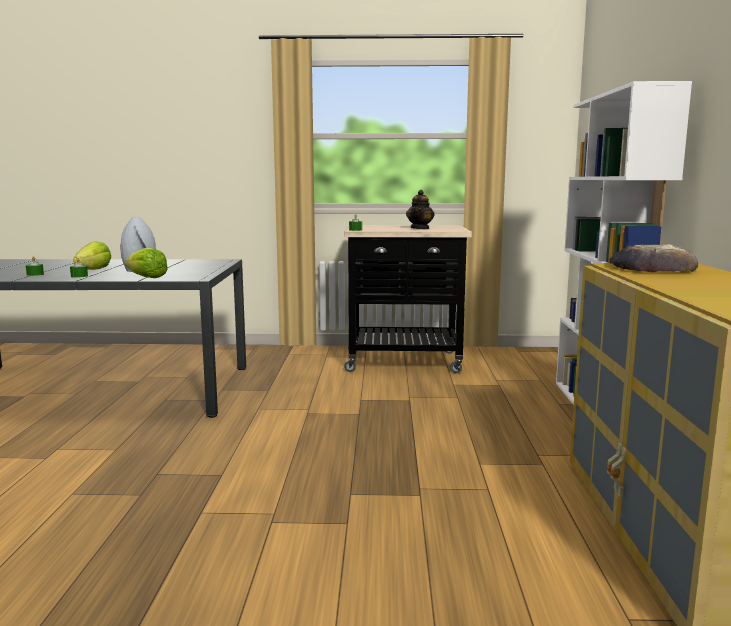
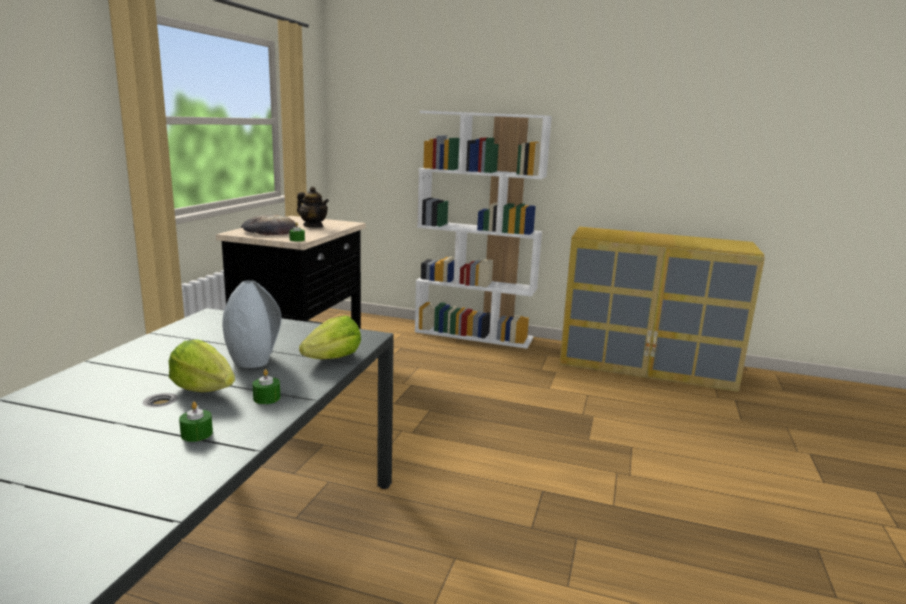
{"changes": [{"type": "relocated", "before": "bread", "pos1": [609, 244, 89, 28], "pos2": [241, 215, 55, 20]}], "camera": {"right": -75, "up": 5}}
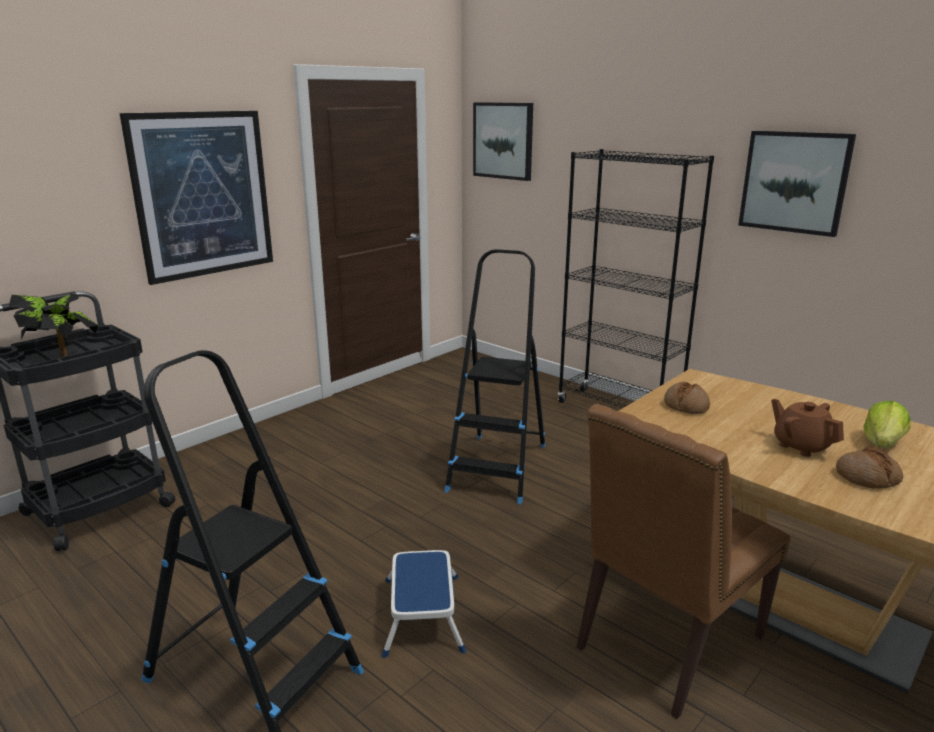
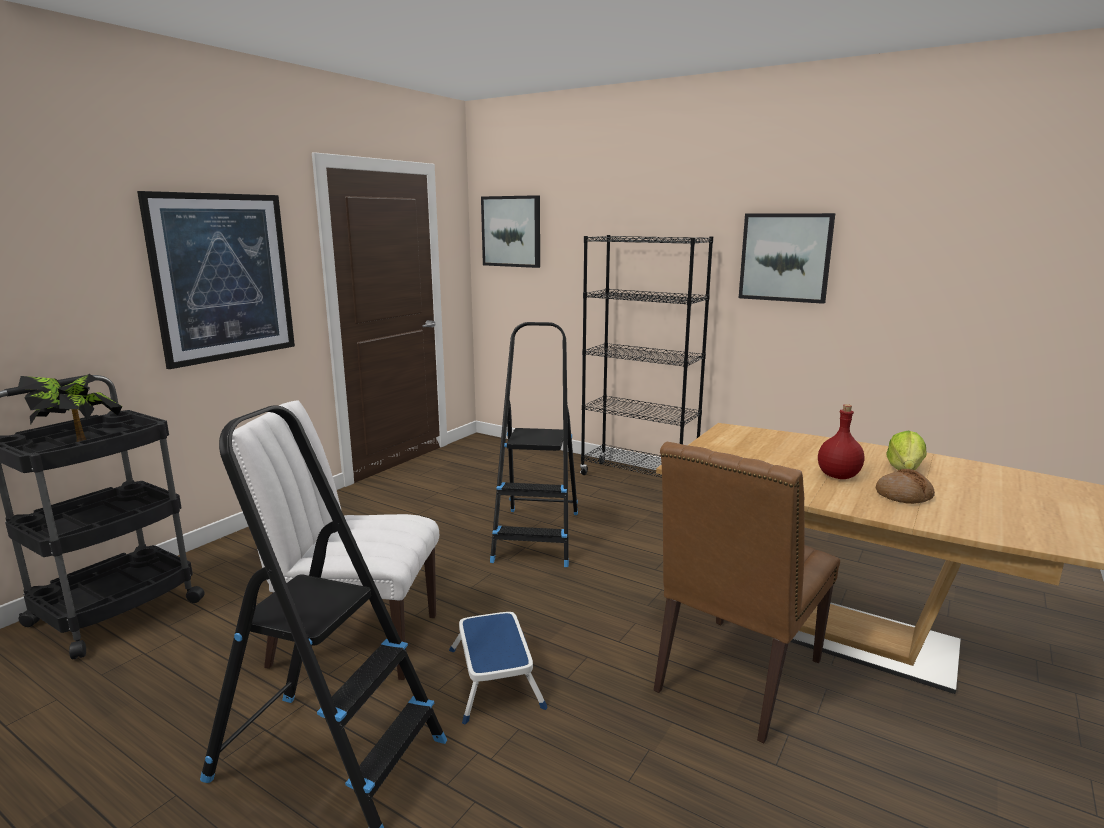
{"changes": [{"type": "missing", "before": "bread", "pos1": [664, 382, 46, 32]}, {"type": "appeared", "after": "white_chair", "pos2": [232, 400, 207, 280]}, {"type": "exchanged", "before": "brown_teapot", "after": "red_bottle", "pos1": [771, 399, 73, 58], "pos2": [818, 404, 46, 75]}], "camera": {"right": -10, "up": -5}}
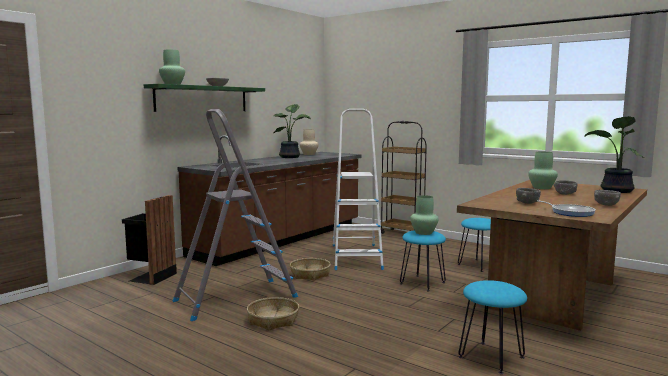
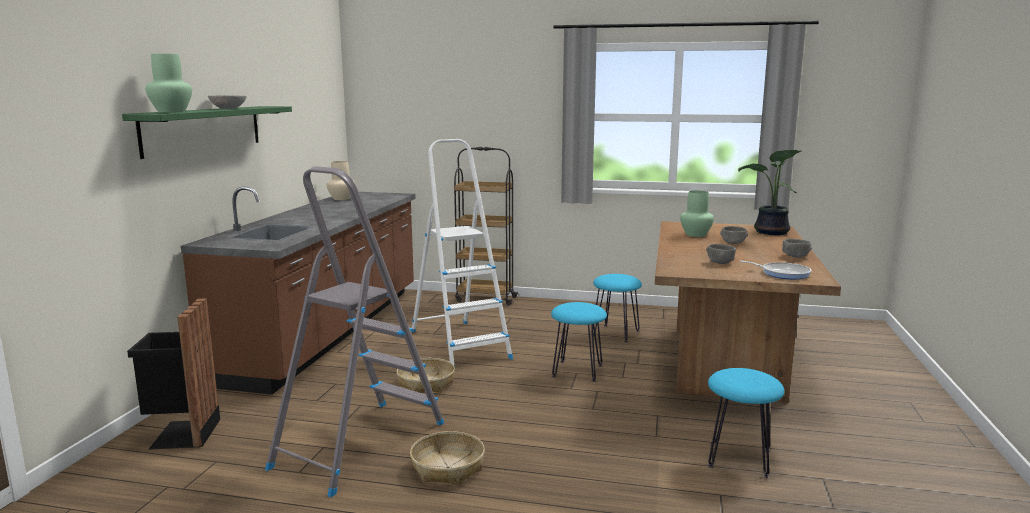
{"changes": [{"type": "missing", "before": "potted_plant", "pos1": [273, 104, 38, 54]}, {"type": "missing", "before": "green_vase", "pos1": [410, 195, 29, 40]}], "camera": {"right": -25, "up": 5}}
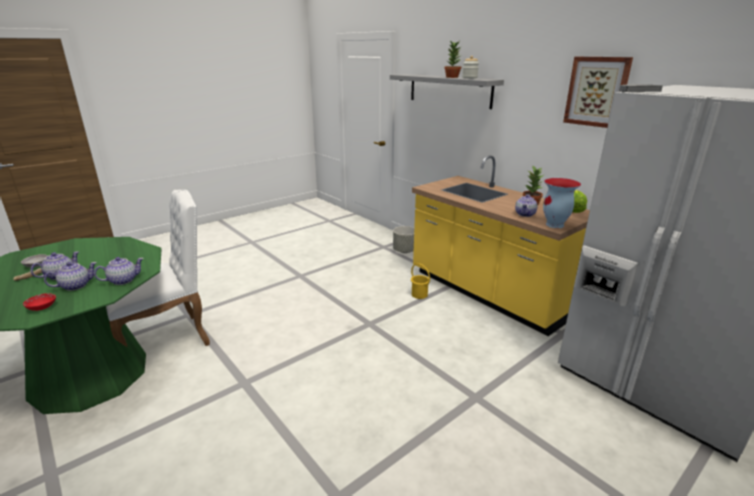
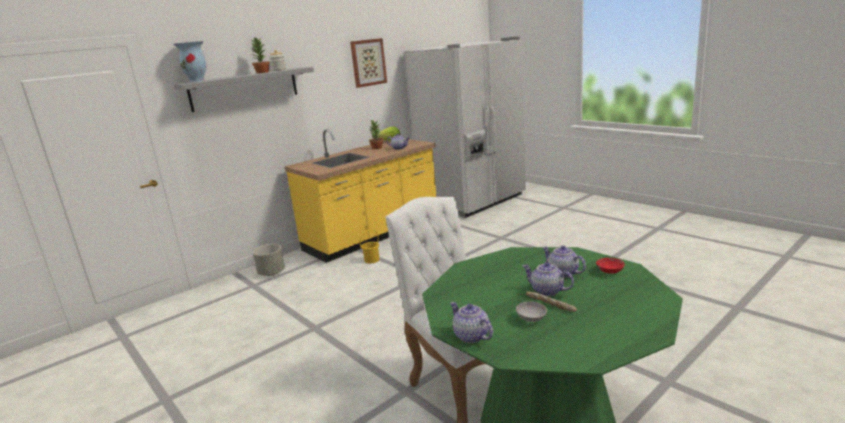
{"changes": [{"type": "relocated", "before": "teapot", "pos1": [94, 257, 50, 28], "pos2": [450, 302, 43, 41]}, {"type": "relocated", "before": "vase", "pos1": [543, 178, 38, 50], "pos2": [173, 41, 33, 42]}], "camera": {"right": -90, "up": -5}}
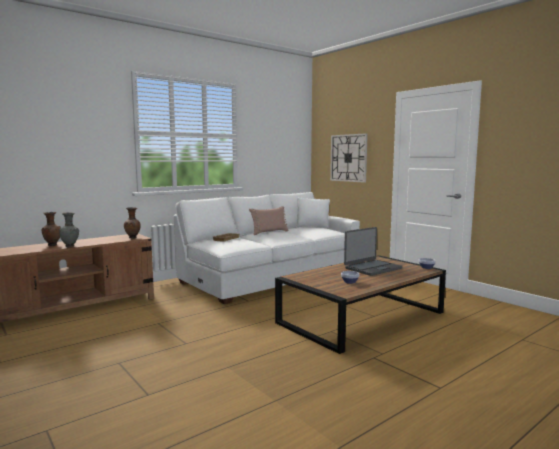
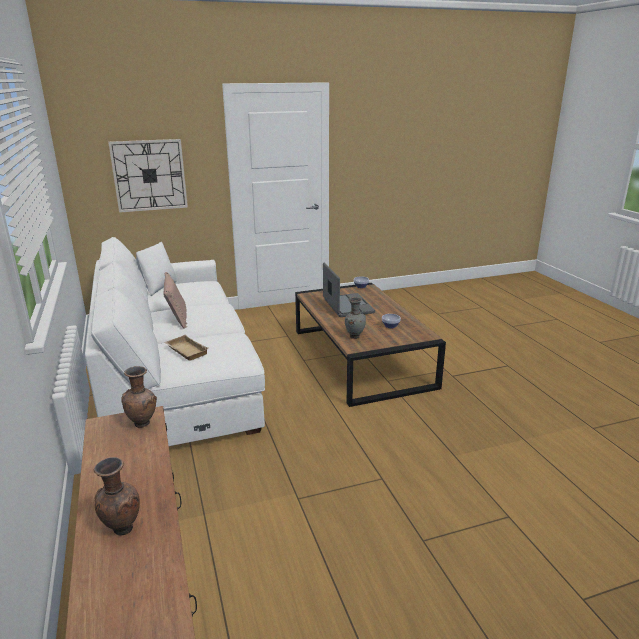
{"changes": [{"type": "relocated", "before": "grey_vase", "pos1": [59, 213, 20, 34], "pos2": [345, 297, 21, 42]}], "camera": {"right": -70, "up": 15}}
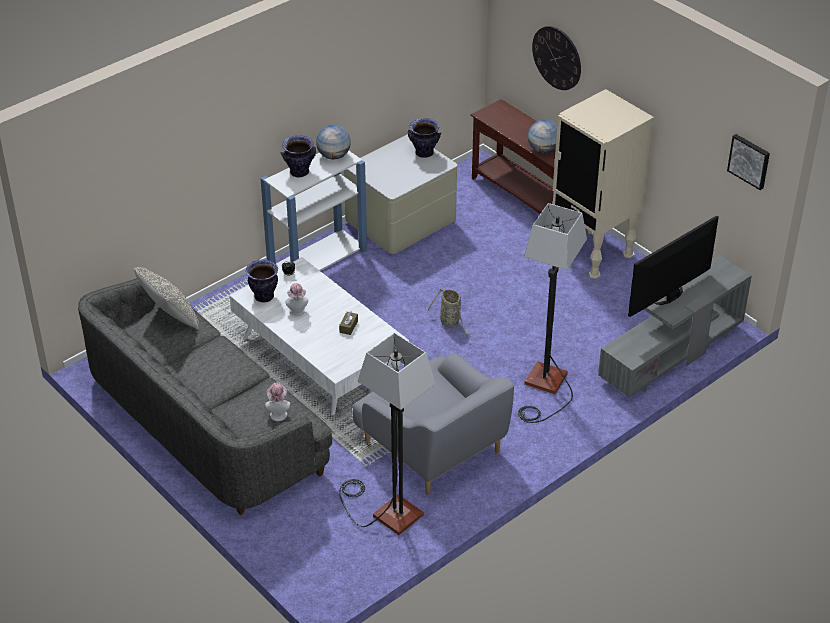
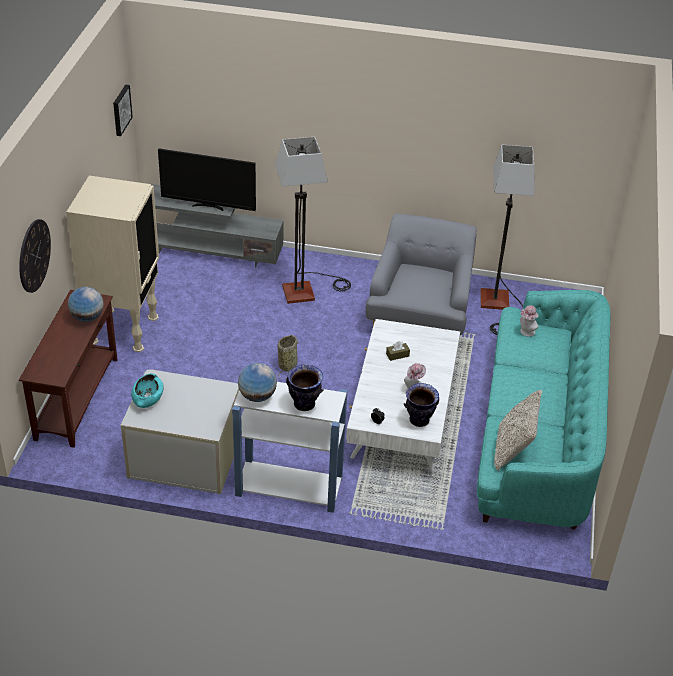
{"changes": [{"type": "exchanged", "before": "vase", "after": "turquoise_bowl", "pos1": [408, 118, 33, 40], "pos2": [131, 373, 33, 35]}, {"type": "colour", "before": "grey_sofa", "after": "turquoise_sofa", "pos1": [78, 278, 254, 237], "pos2": [477, 290, 133, 240]}], "camera": {"right": -130, "up": 0}}
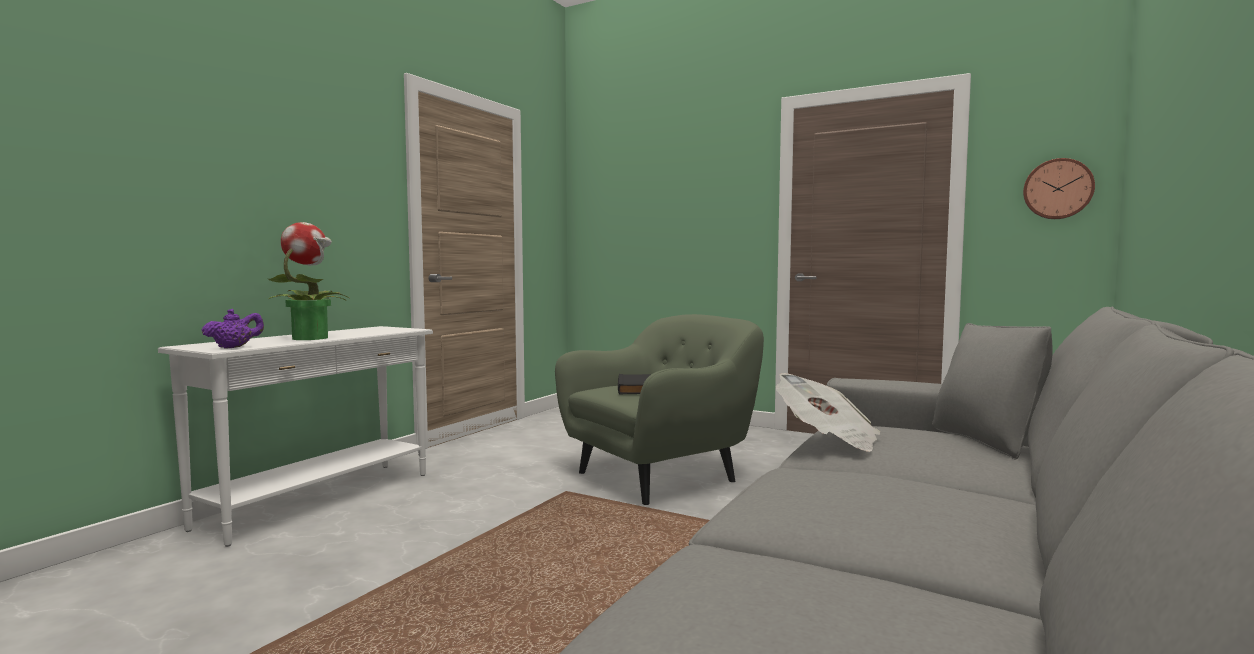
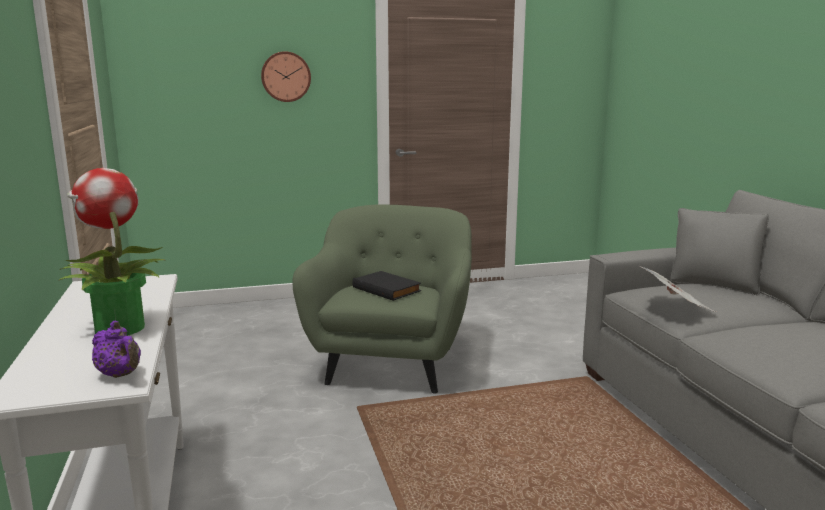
{"changes": [{"type": "relocated", "before": "wall_clock", "pos1": [1023, 158, 72, 61], "pos2": [261, 51, 50, 51]}, {"type": "spun", "before": "purple_teapot", "pos1": [202, 309, 62, 40], "pos2": [92, 321, 49, 57], "turn": 135}], "camera": {"right": -45, "up": 10}}
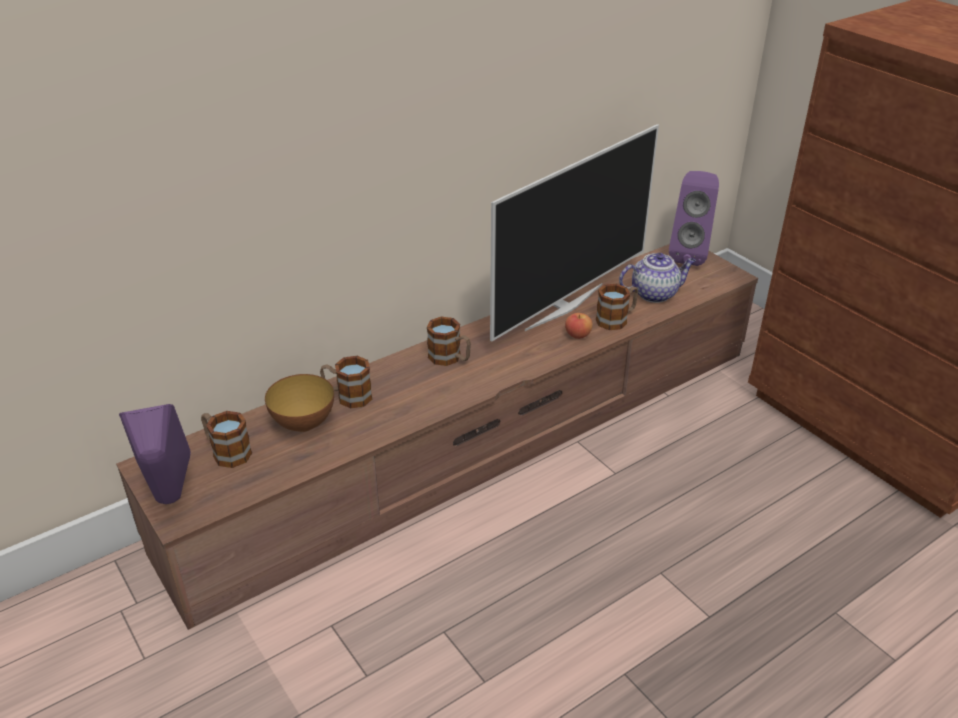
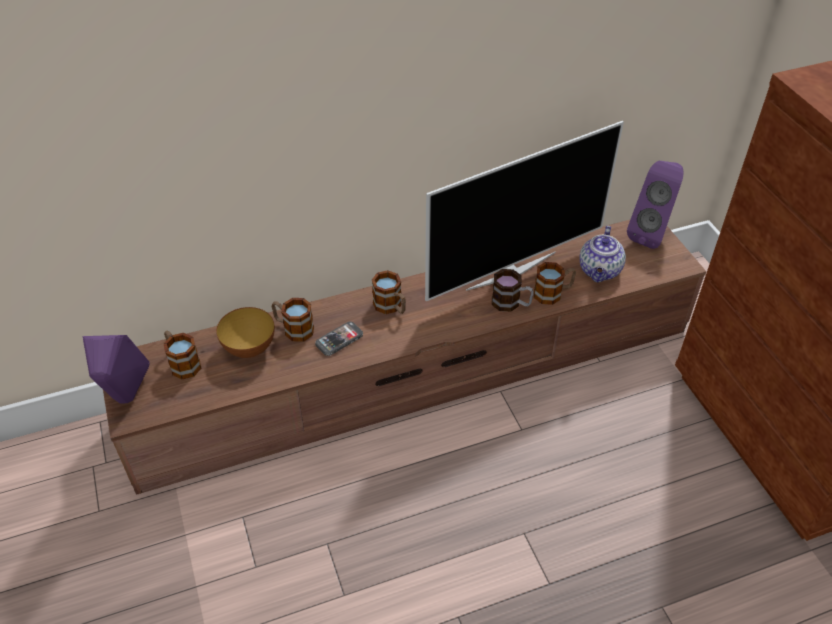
{"changes": [{"type": "appeared", "after": "phone", "pos2": [315, 322, 48, 34]}, {"type": "exchanged", "before": "apple", "after": "mug", "pos1": [565, 313, 28, 26], "pos2": [492, 269, 42, 43]}, {"type": "spun", "before": "teapot", "pos1": [619, 253, 77, 50], "pos2": [579, 226, 47, 56], "turn": 105}], "camera": {"right": 15, "up": 10}}
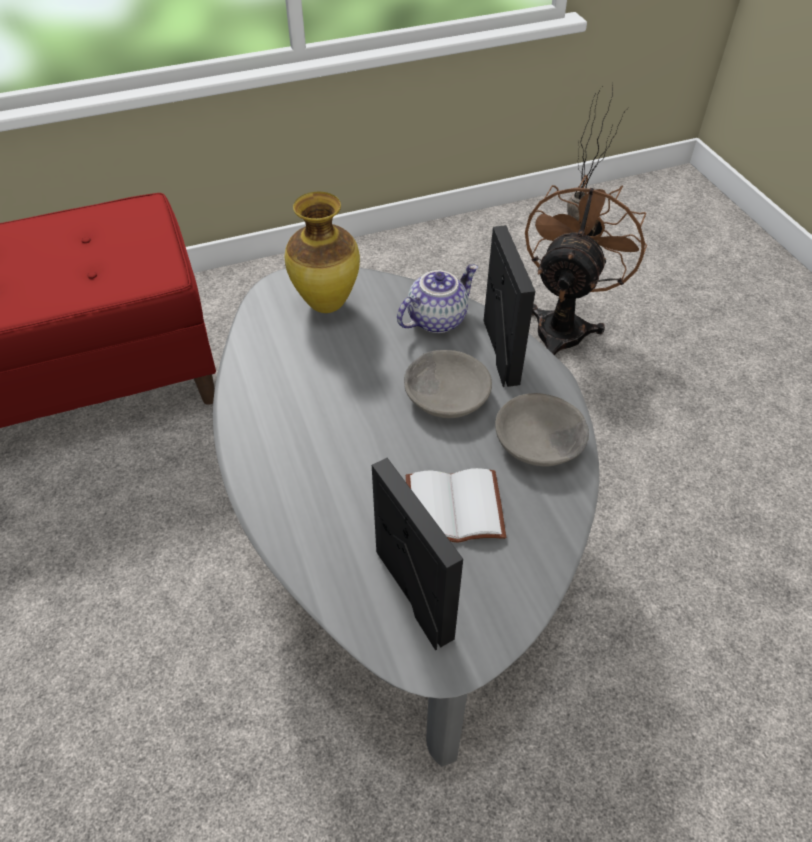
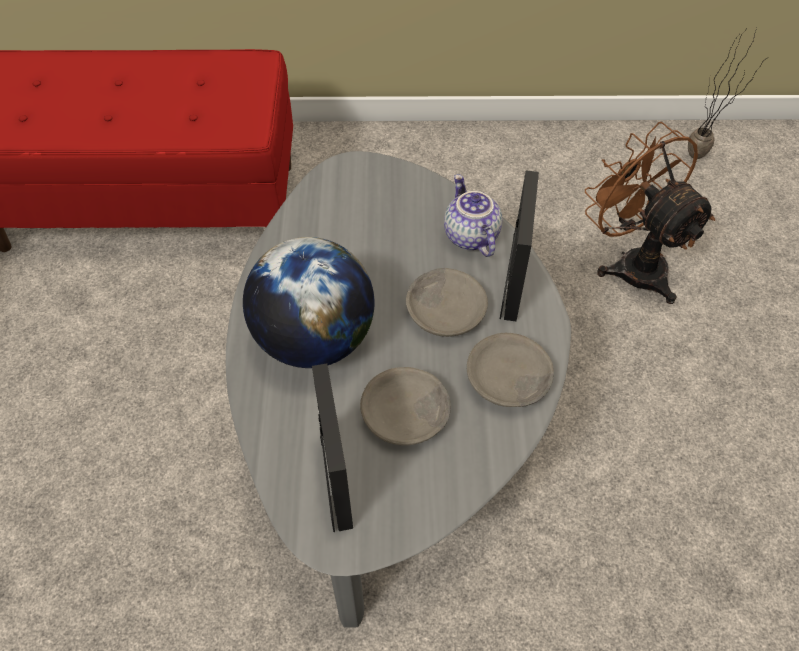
{"changes": [{"type": "missing", "before": "vase", "pos1": [285, 192, 75, 121]}, {"type": "appeared", "after": "globe", "pos2": [243, 237, 131, 131]}, {"type": "exchanged", "before": "white_book", "after": "grey_bowl", "pos1": [406, 468, 100, 74], "pos2": [360, 367, 91, 79]}, {"type": "spun", "before": "teapot", "pos1": [397, 264, 81, 69], "pos2": [444, 174, 58, 83], "turn": -90}, {"type": "spun", "before": "brown_fan", "pos1": [525, 175, 122, 180], "pos2": [585, 122, 130, 182], "turn": -75}], "camera": {"right": 20, "up": 5}}
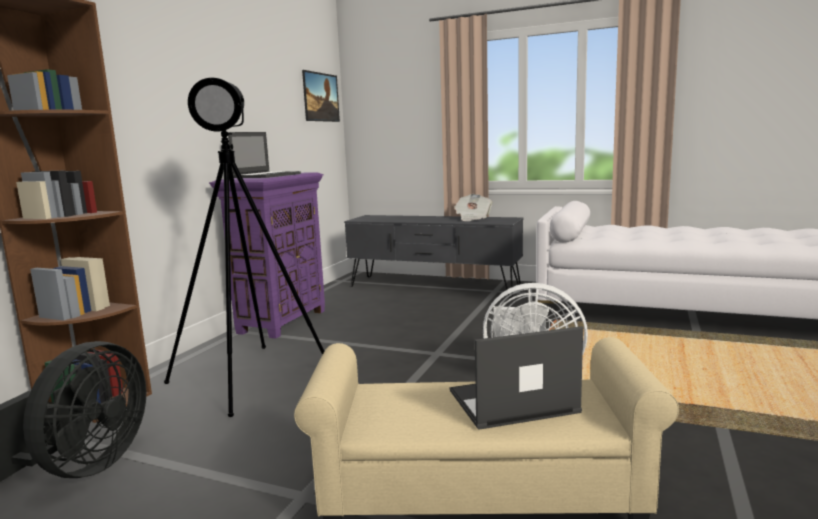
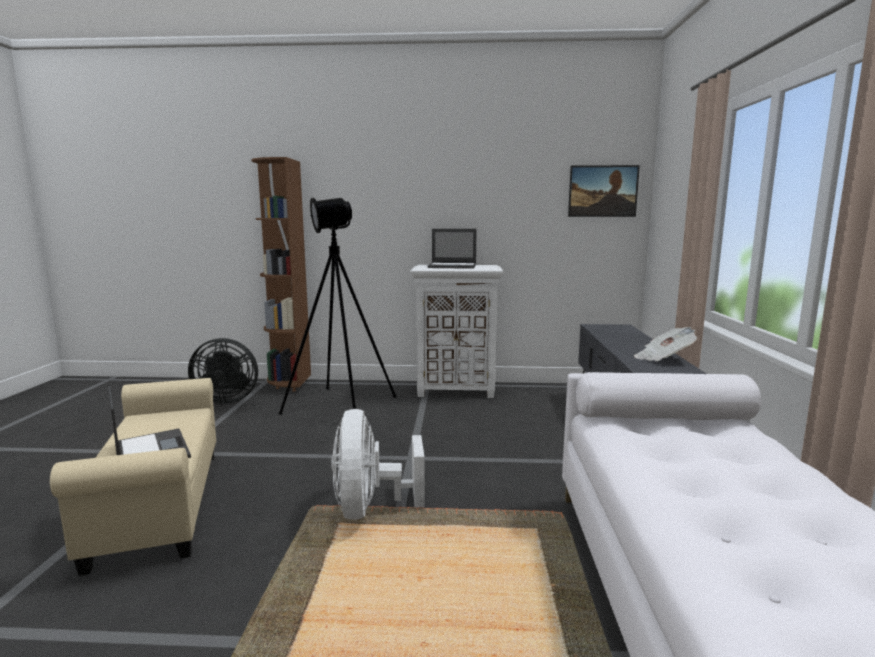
{"changes": [{"type": "colour", "before": "purple_cabinet", "after": "white_cabinet", "pos1": [209, 172, 116, 166], "pos2": [410, 265, 94, 133]}], "camera": {"right": 70, "up": 0}}
